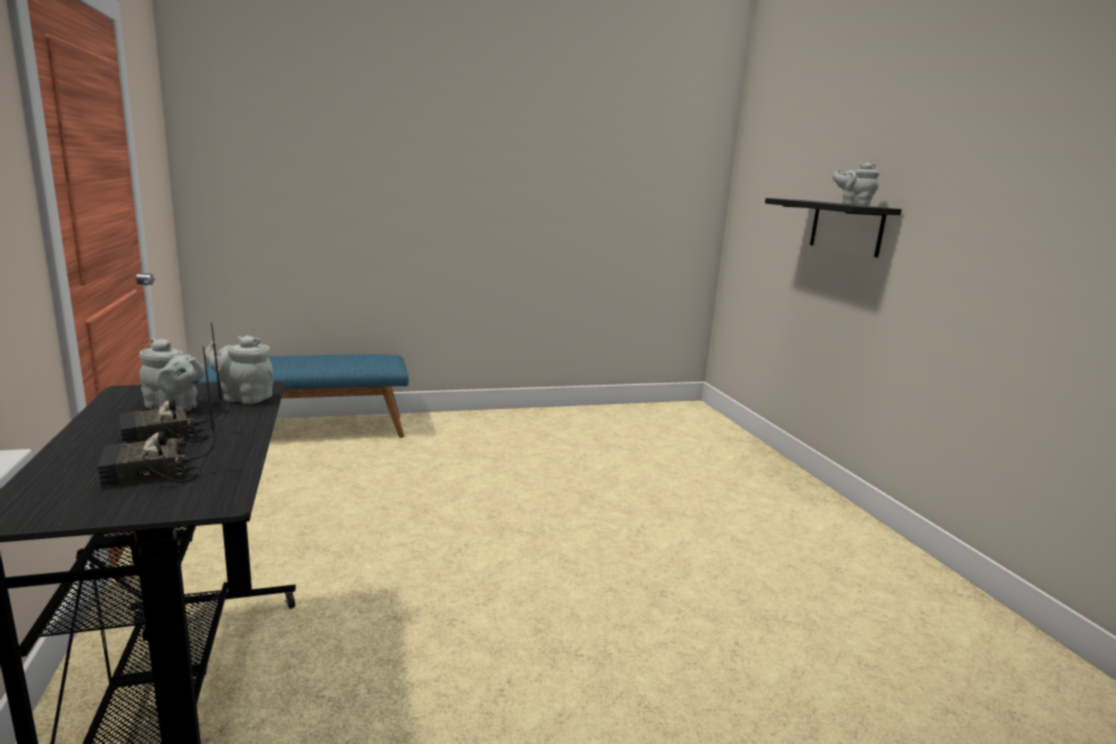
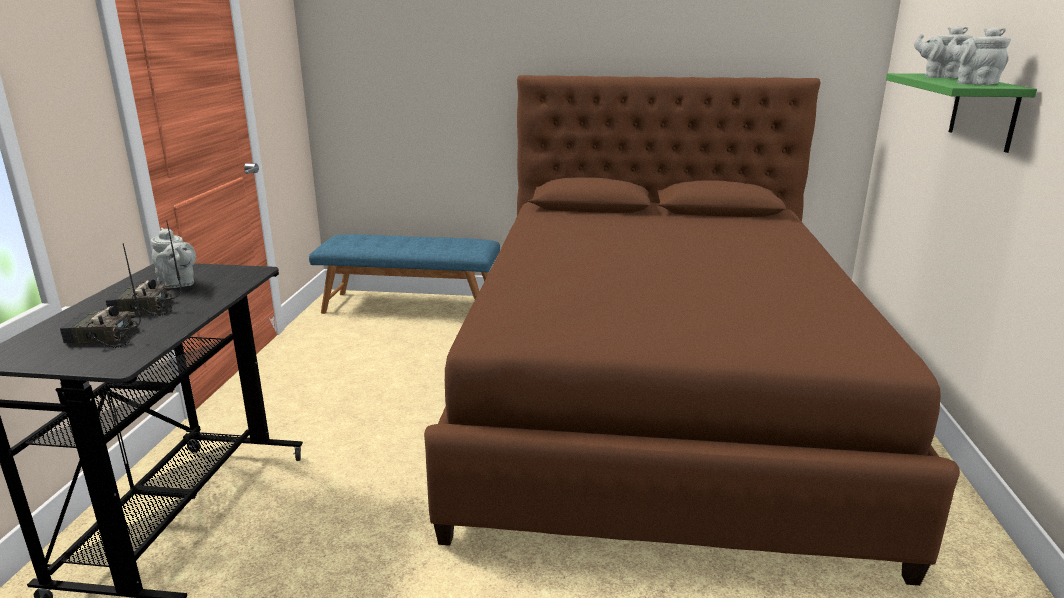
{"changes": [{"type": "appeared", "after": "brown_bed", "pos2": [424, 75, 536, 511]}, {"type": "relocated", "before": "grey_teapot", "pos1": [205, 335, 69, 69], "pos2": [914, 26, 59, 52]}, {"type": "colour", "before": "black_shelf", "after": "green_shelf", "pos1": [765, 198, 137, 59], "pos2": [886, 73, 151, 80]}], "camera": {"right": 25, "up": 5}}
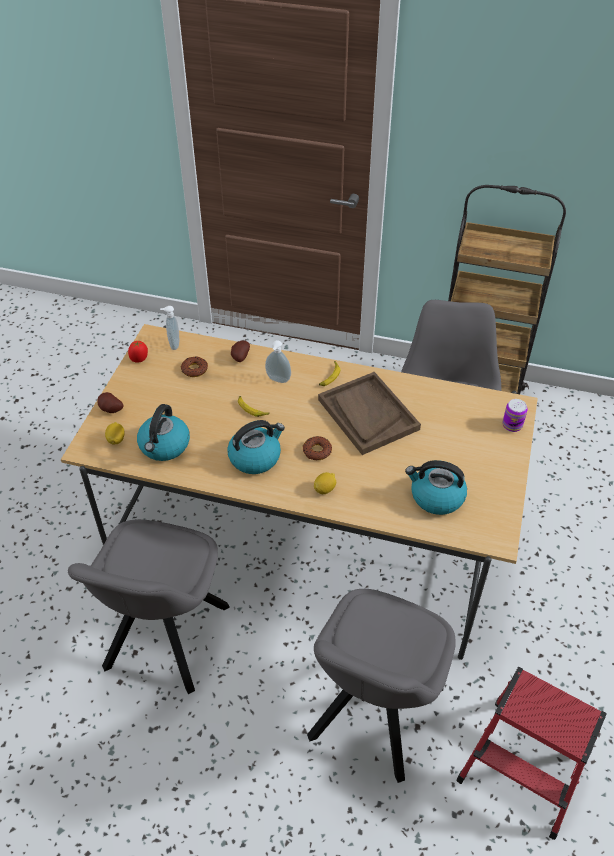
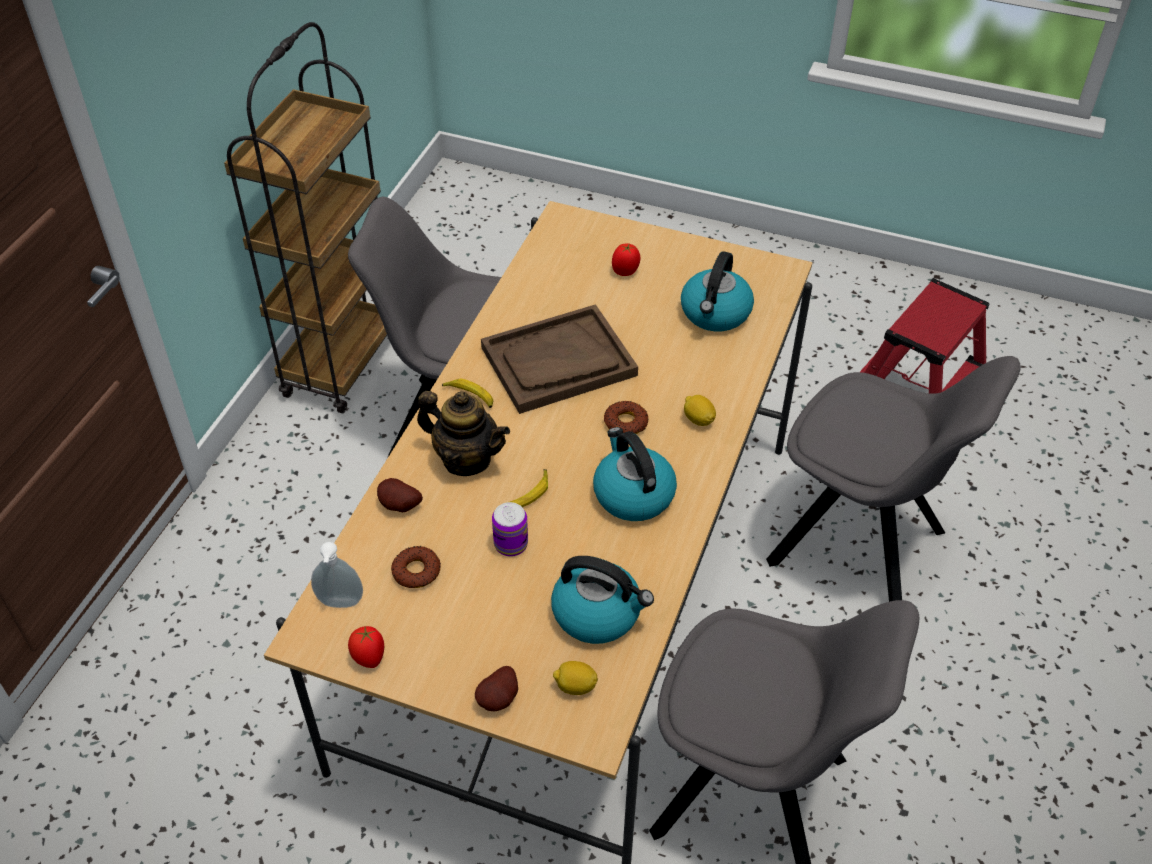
{"changes": [{"type": "appeared", "after": "tomato", "pos2": [612, 243, 28, 33]}, {"type": "relocated", "before": "can", "pos1": [503, 399, 25, 33], "pos2": [492, 502, 36, 55]}, {"type": "exchanged", "before": "soap_dispenser", "after": "teapot", "pos1": [265, 340, 26, 43], "pos2": [417, 391, 93, 85]}], "camera": {"right": -85, "up": 0}}
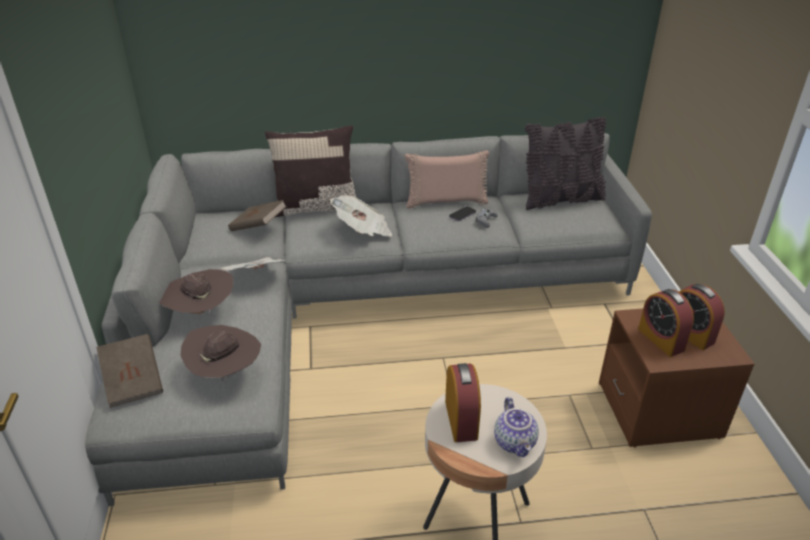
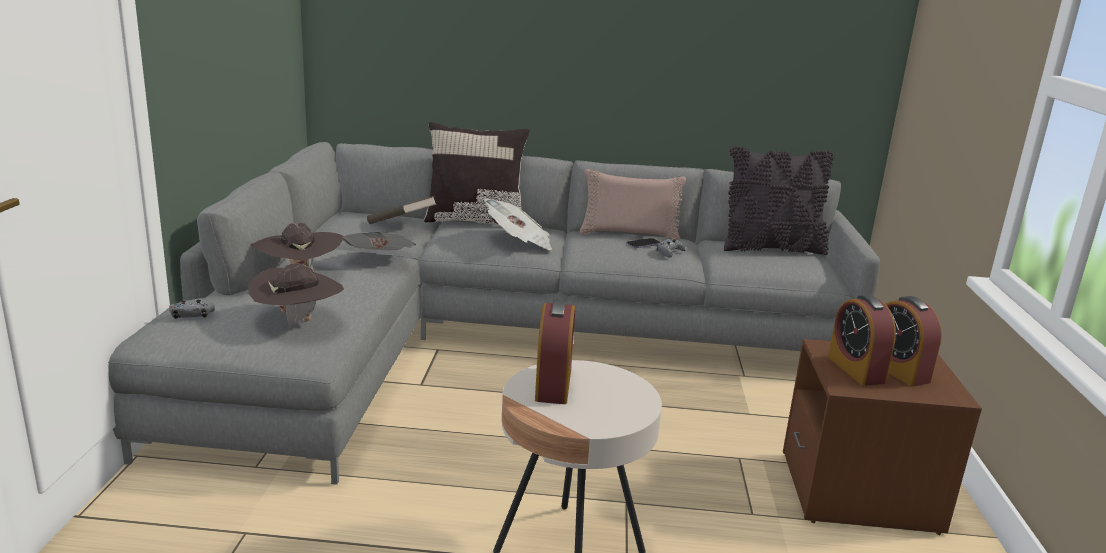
{"changes": [{"type": "missing", "before": "teapot", "pos1": [494, 397, 45, 60]}, {"type": "exchanged", "before": "brown_book", "after": "grey_game_controller", "pos1": [96, 334, 67, 74], "pos2": [169, 300, 46, 19]}], "camera": {"right": 10, "up": -15}}
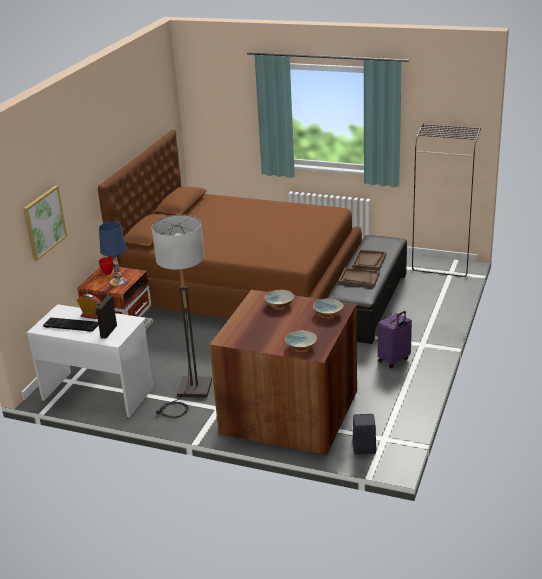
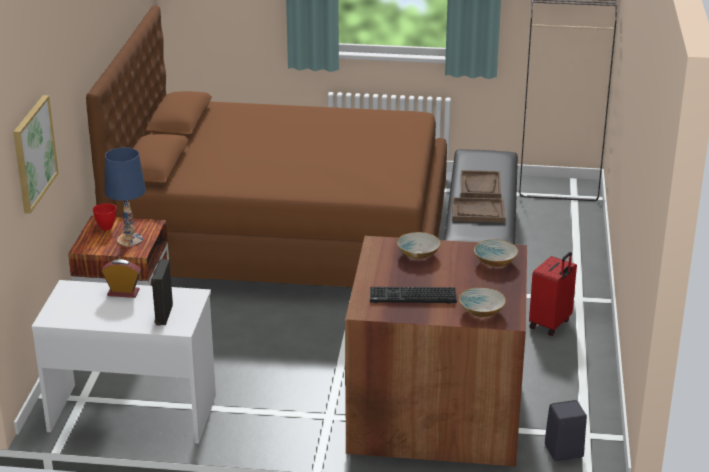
{"changes": [{"type": "missing", "before": "floor_lamp", "pos1": [152, 215, 60, 203]}, {"type": "relocated", "before": "keyboard", "pos1": [43, 317, 55, 15], "pos2": [370, 287, 87, 17]}, {"type": "colour", "before": "purple_suitcase", "after": "red_suitcase", "pos1": [378, 311, 34, 57], "pos2": [529, 252, 48, 84]}], "camera": {"right": -15, "up": 0}}
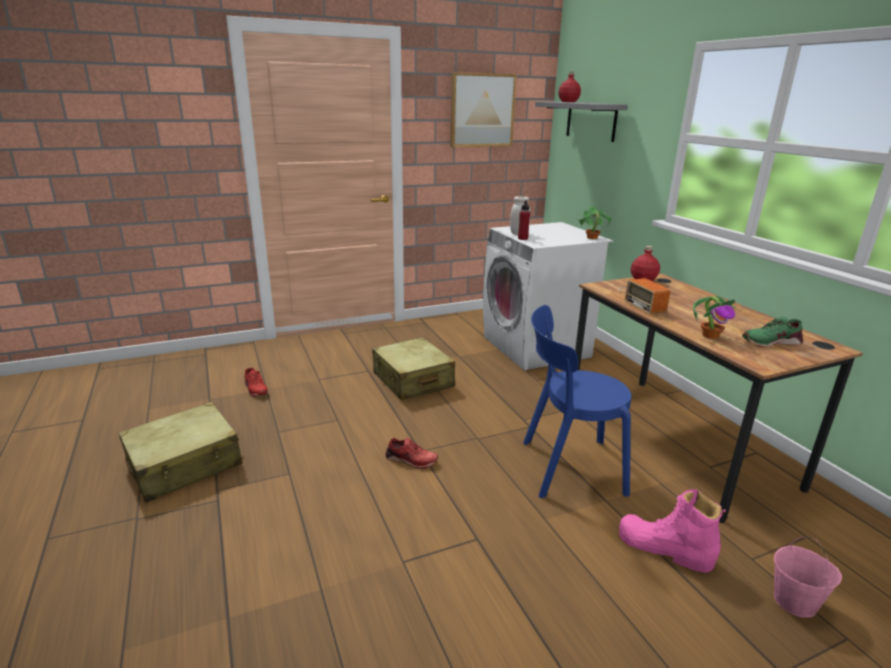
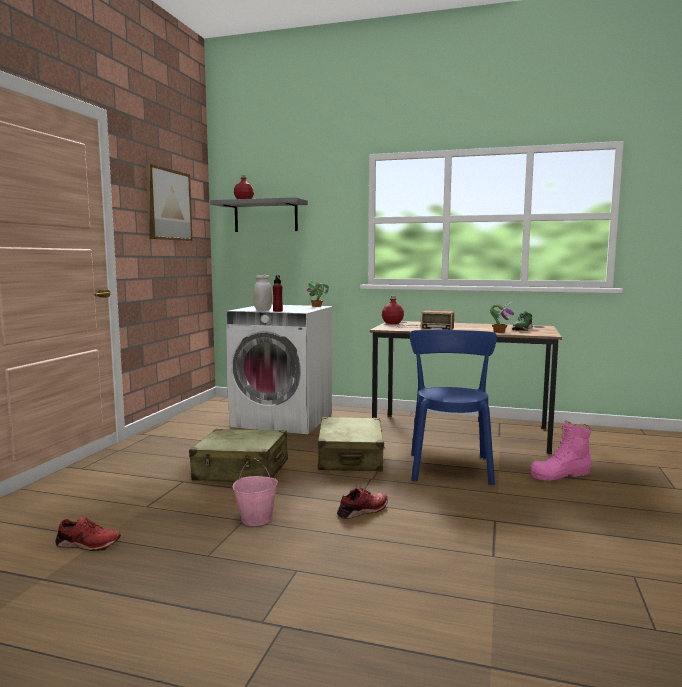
{"changes": [{"type": "relocated", "before": "beige_suitcase", "pos1": [119, 402, 124, 100], "pos2": [318, 417, 67, 55]}, {"type": "relocated", "before": "pink_bucket", "pos1": [774, 537, 68, 81], "pos2": [233, 458, 45, 68]}, {"type": "spun", "before": "blue_chair", "pos1": [523, 305, 109, 193], "pos2": [410, 330, 87, 155], "turn": 150}], "camera": {"right": -50, "up": -15}}
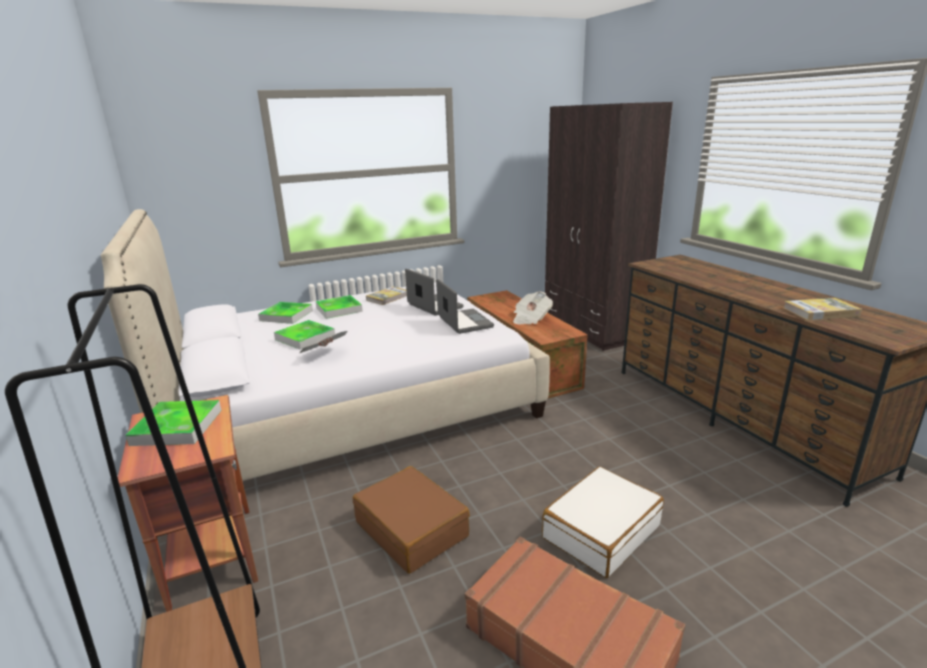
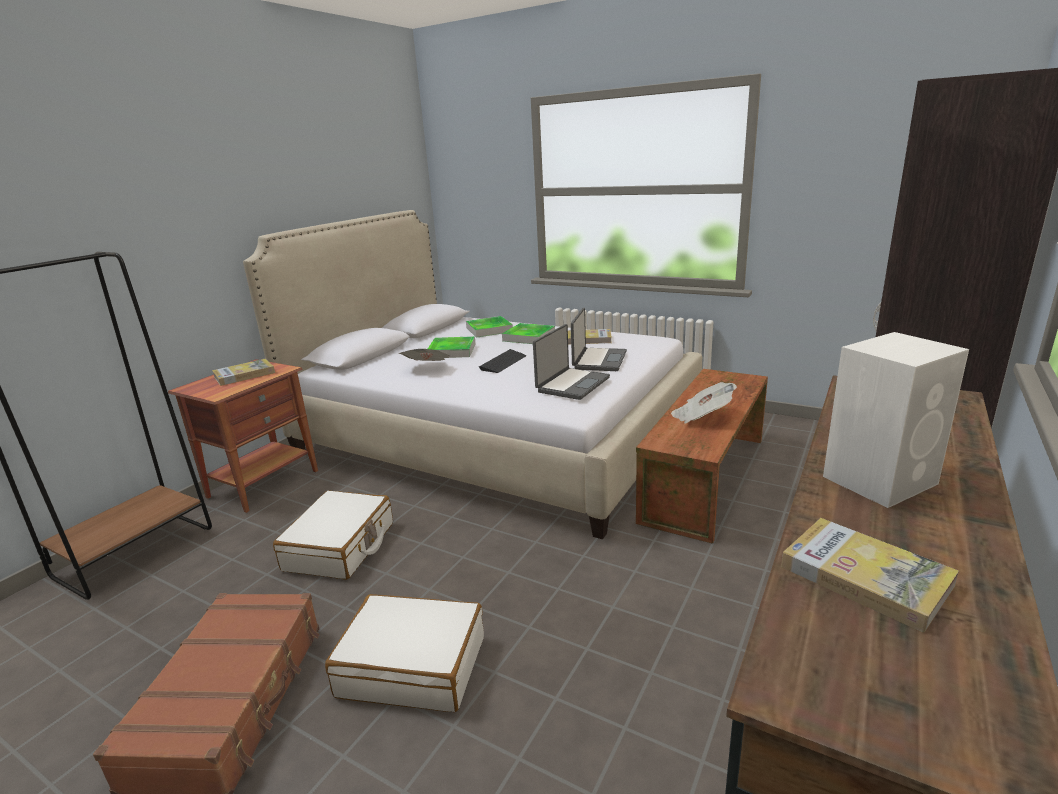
{"changes": [{"type": "appeared", "after": "keyboard", "pos2": [479, 349, 47, 24]}, {"type": "appeared", "after": "white_speaker", "pos2": [823, 332, 146, 176]}, {"type": "exchanged", "before": "tray", "after": "book", "pos1": [126, 400, 96, 46], "pos2": [212, 359, 63, 27]}, {"type": "colour", "before": "brown_suitcase", "after": "white_suitcase", "pos1": [353, 466, 117, 108], "pos2": [273, 491, 120, 89]}], "camera": {"right": 55, "up": 0}}
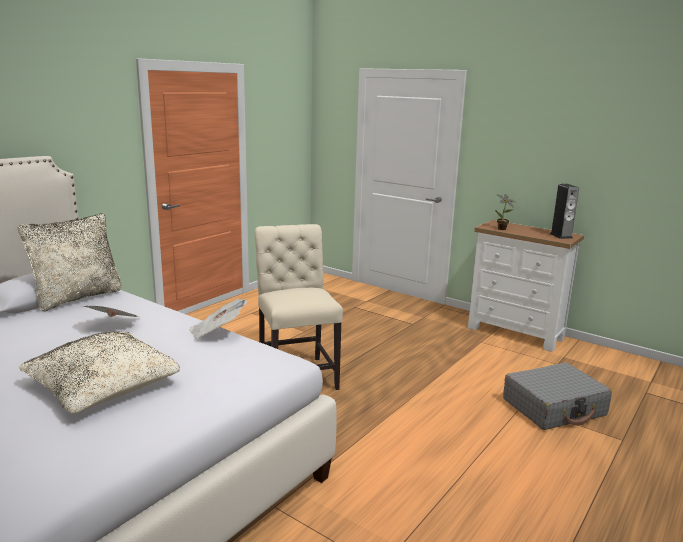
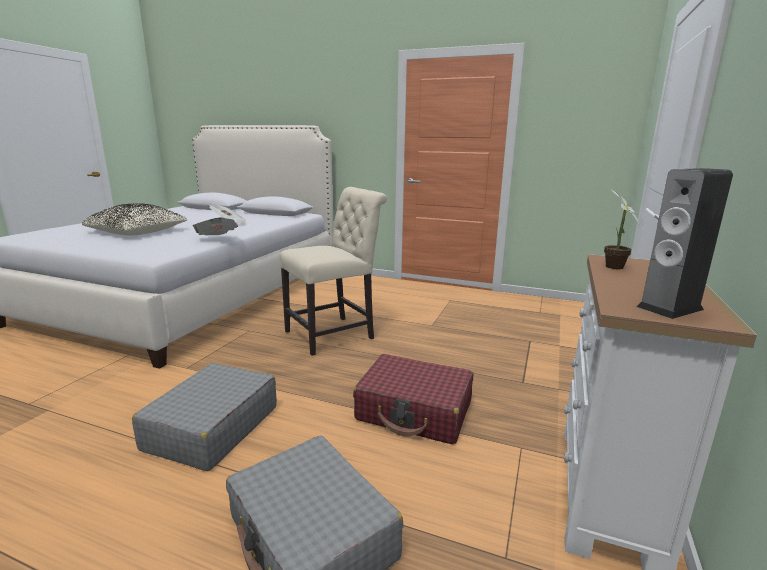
{"changes": [{"type": "missing", "before": "beige_pillow", "pos1": [17, 213, 105, 98]}, {"type": "appeared", "after": "grey_suitcase", "pos2": [132, 363, 145, 108]}, {"type": "appeared", "after": "red_suitcase", "pos2": [353, 354, 120, 90]}], "camera": {"right": 75, "up": 0}}
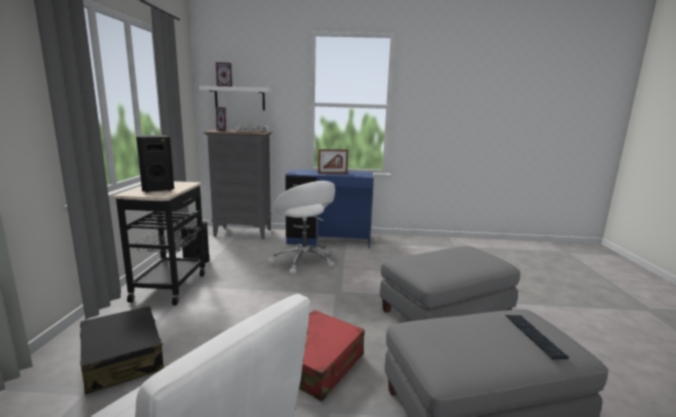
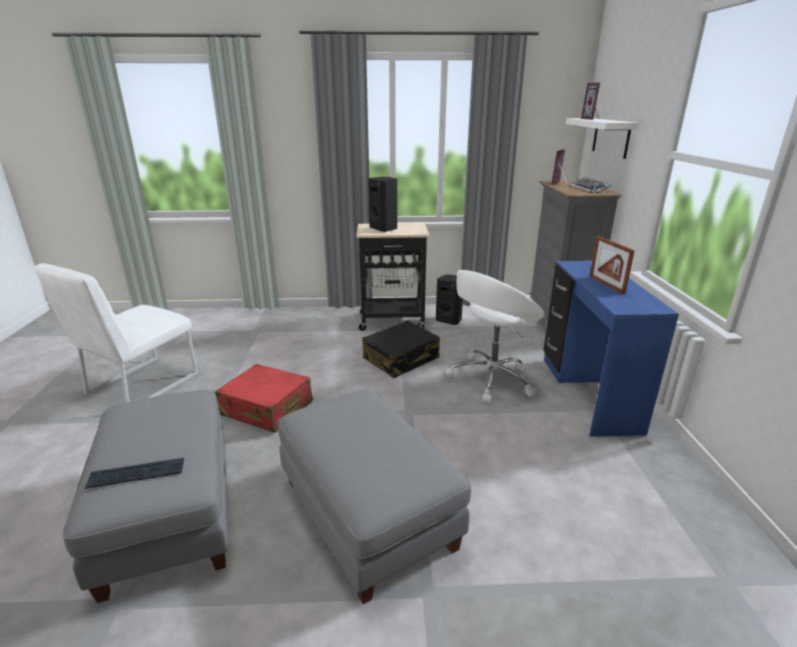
{"changes": [{"type": "relocated", "before": "black_suitcase", "pos1": [80, 306, 84, 89], "pos2": [362, 320, 78, 58]}], "camera": {"right": 85, "up": 10}}
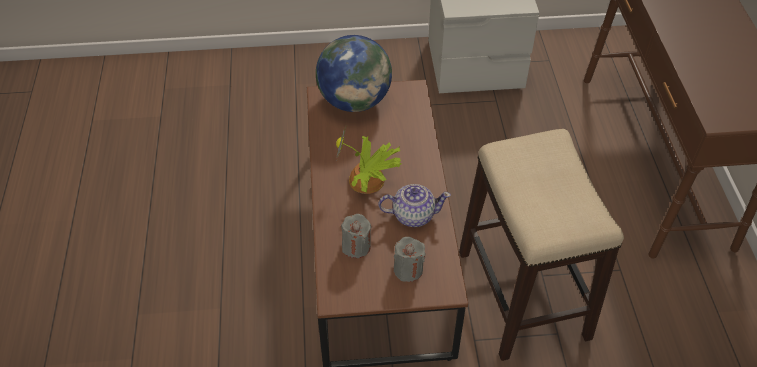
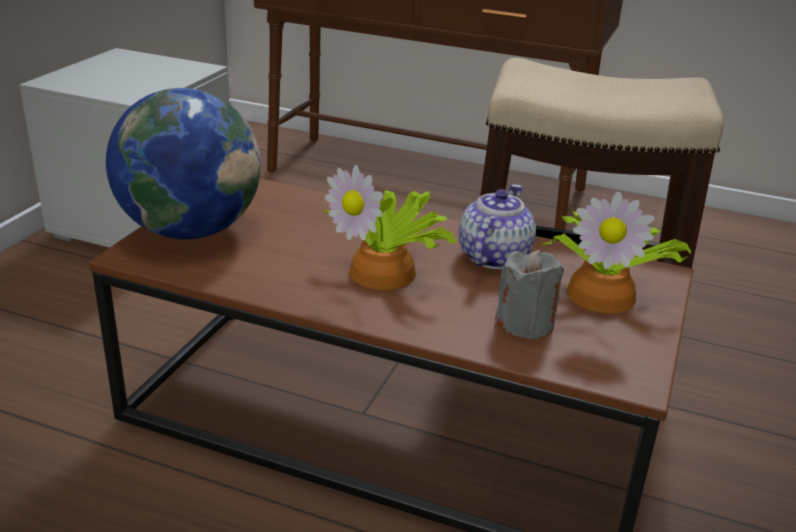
{"changes": [{"type": "exchanged", "before": "grey_candle", "after": "potted_plant", "pos1": [394, 237, 31, 45], "pos2": [542, 192, 149, 121]}], "camera": {"right": -65, "up": -20}}
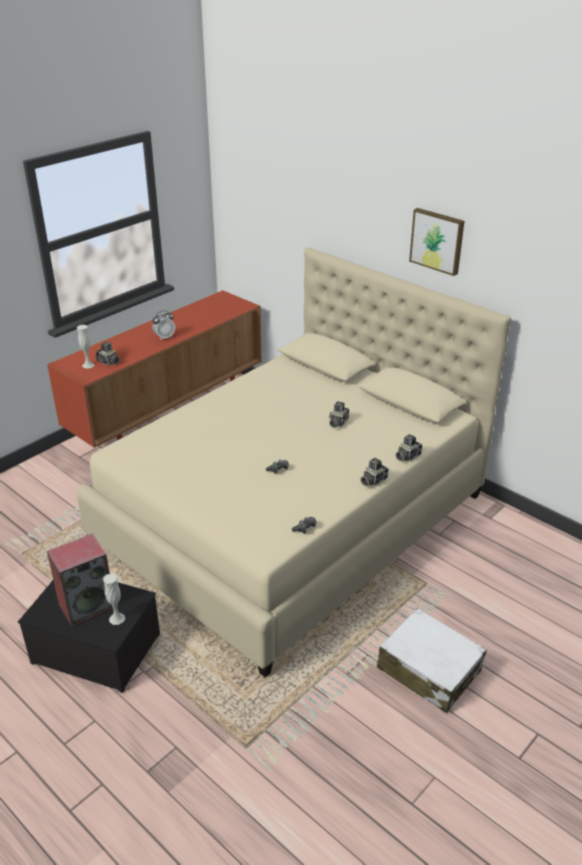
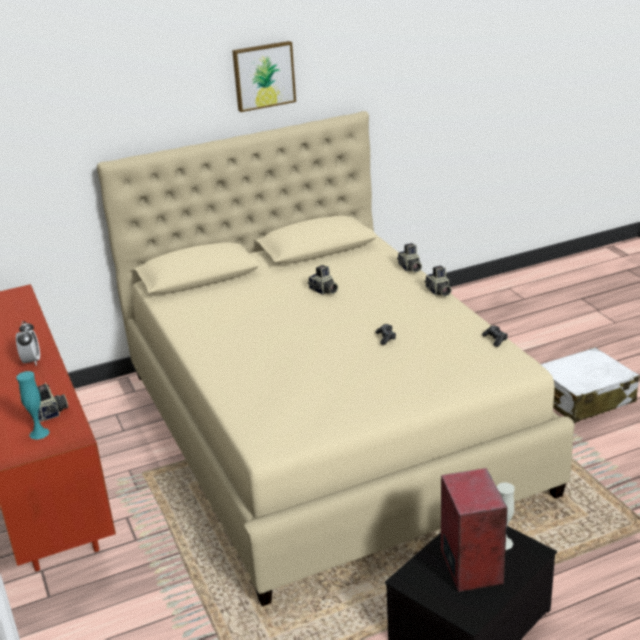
{"changes": [{"type": "colour", "before": "white_vase", "after": "turquoise_vase", "pos1": [77, 325, 18, 43], "pos2": [17, 371, 33, 69]}], "camera": {"right": -65, "up": -5}}
